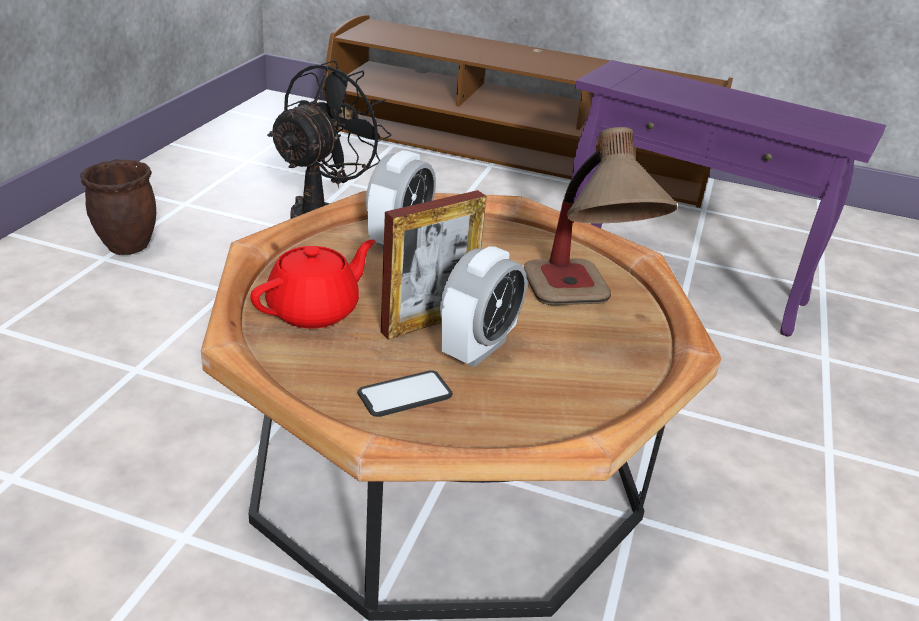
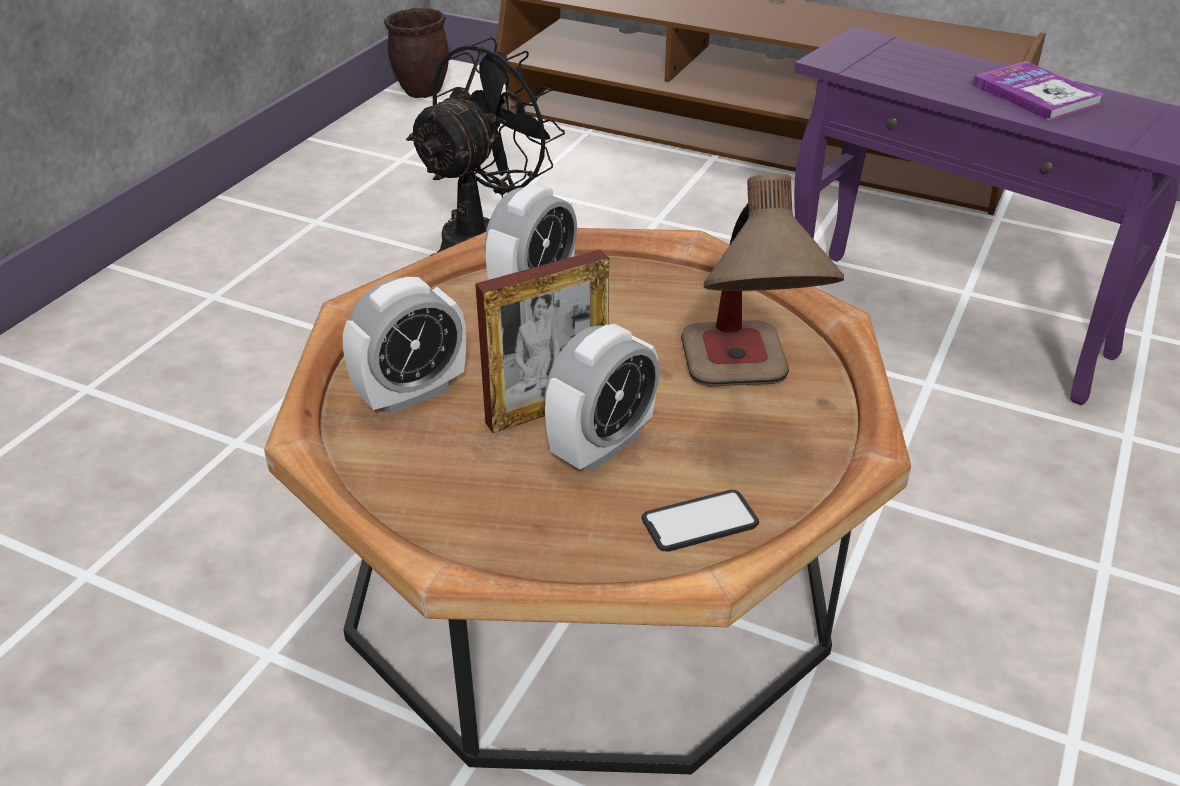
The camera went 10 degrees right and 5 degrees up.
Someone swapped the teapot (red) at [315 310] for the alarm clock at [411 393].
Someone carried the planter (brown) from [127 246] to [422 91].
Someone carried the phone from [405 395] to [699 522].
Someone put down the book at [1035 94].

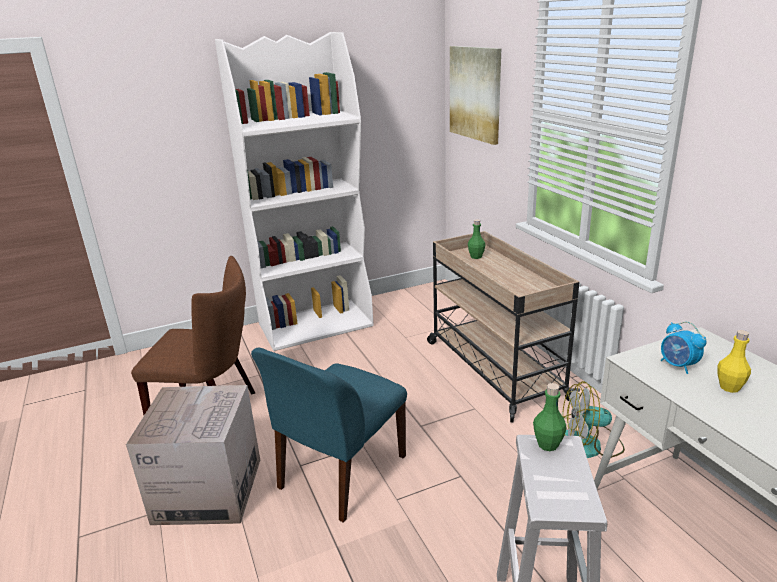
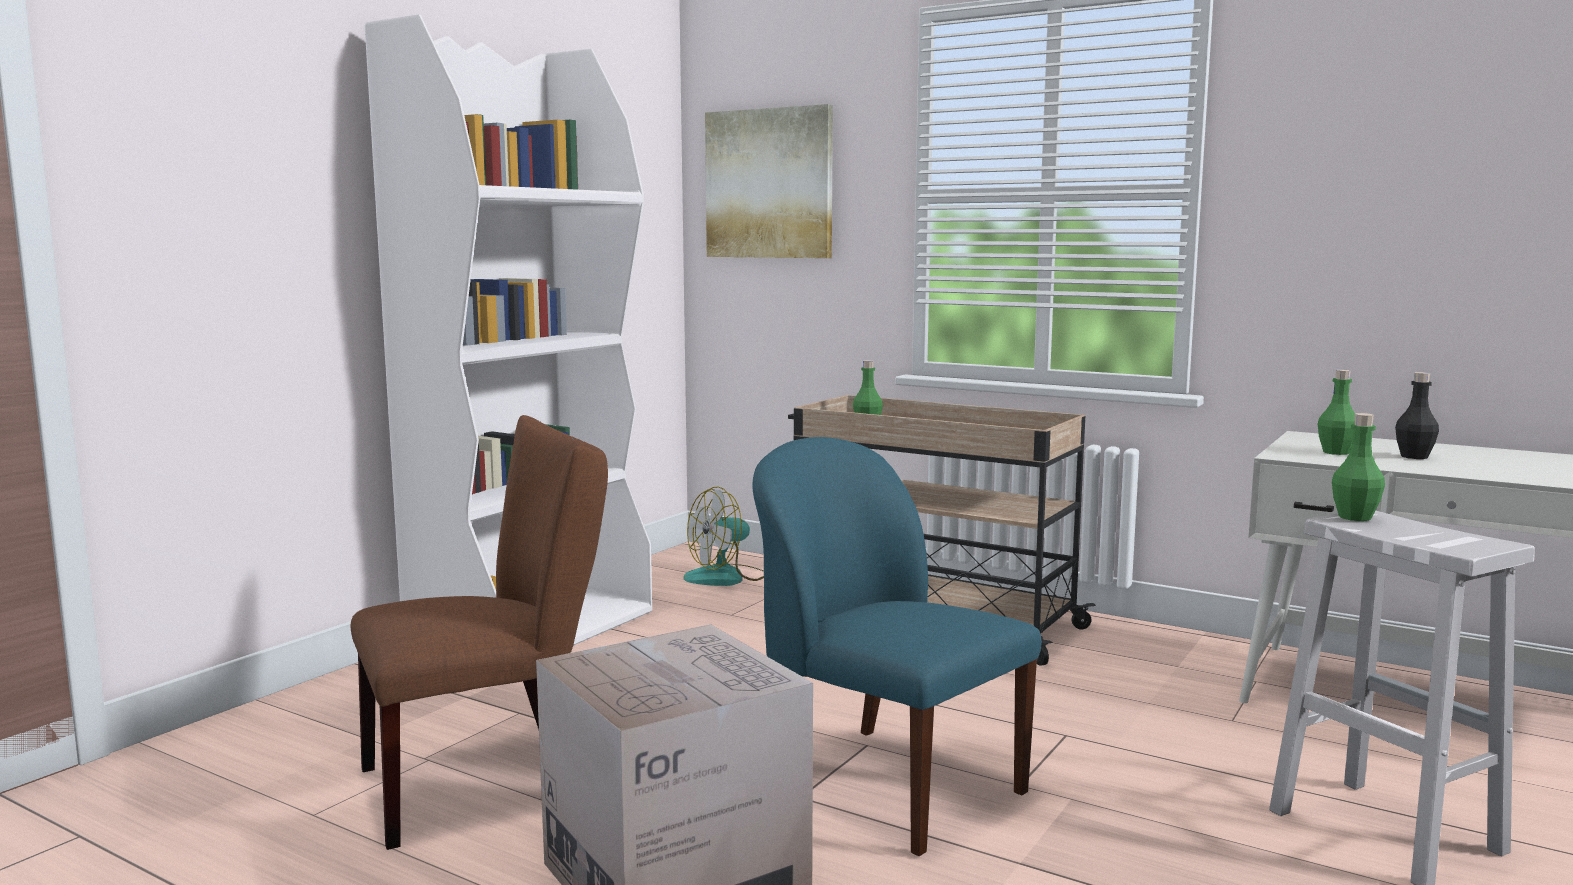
The camera went 35 degrees left and 15 degrees down.
Someone carried the fan from [589 444] to [727 577].
Someone rotated the chair (blue) at [340 473] by 135 degrees clockwise.
Someone swapped the alarm clock at [678 365] for the bottle (green) at [1336 452].
Someone repainted the bottle (yellow) at [729 387], which became the bottle (black) at [1414 457].

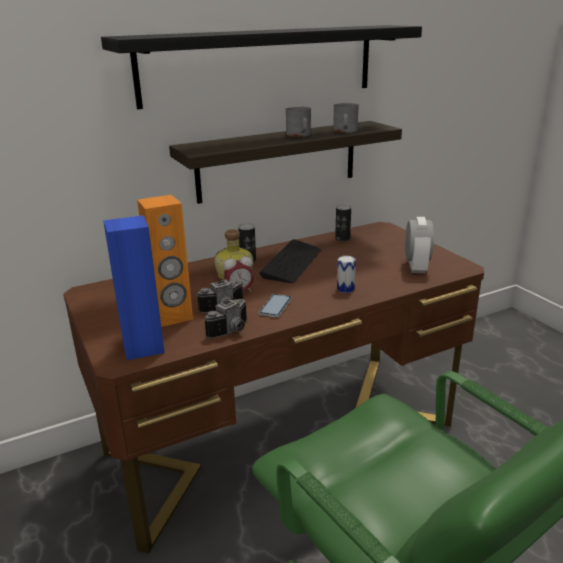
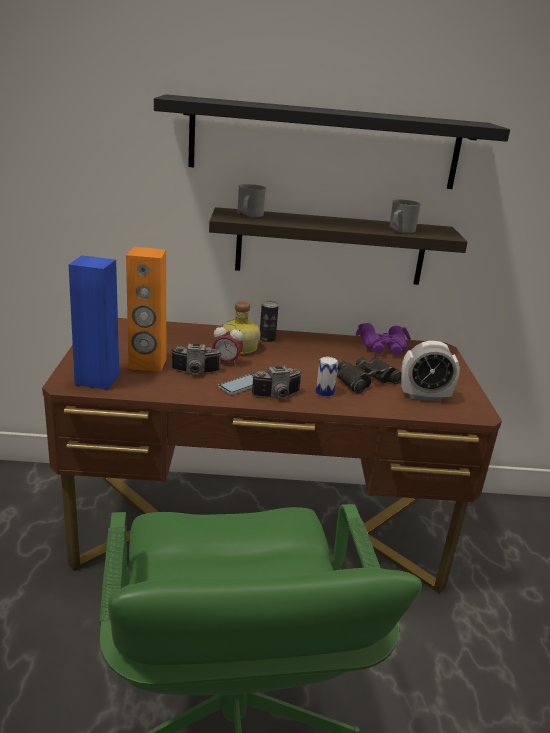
The camera went 25 degrees right and 0 degrees up.
Someone carried the mug (grey) from [299 135] to [249 215].
Someone carried the photo camera from [232 331] to [278 396].
Someone put down the binoculars (black) at [365 380].
Someone swapped the can at [342 238] for the binoculars (purple) at [383 347].
Someone rotated the alarm clock at [416 267] by 60 degrees clockwise.
Someone took away the keyboard at [292 263].

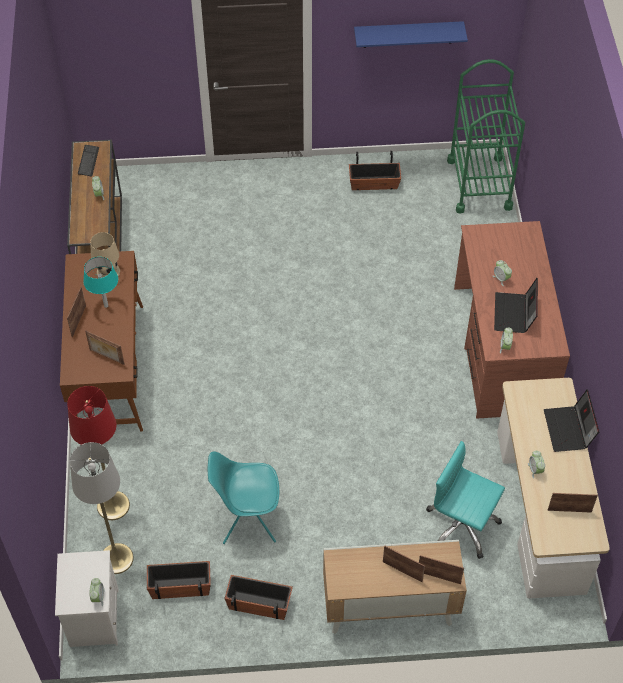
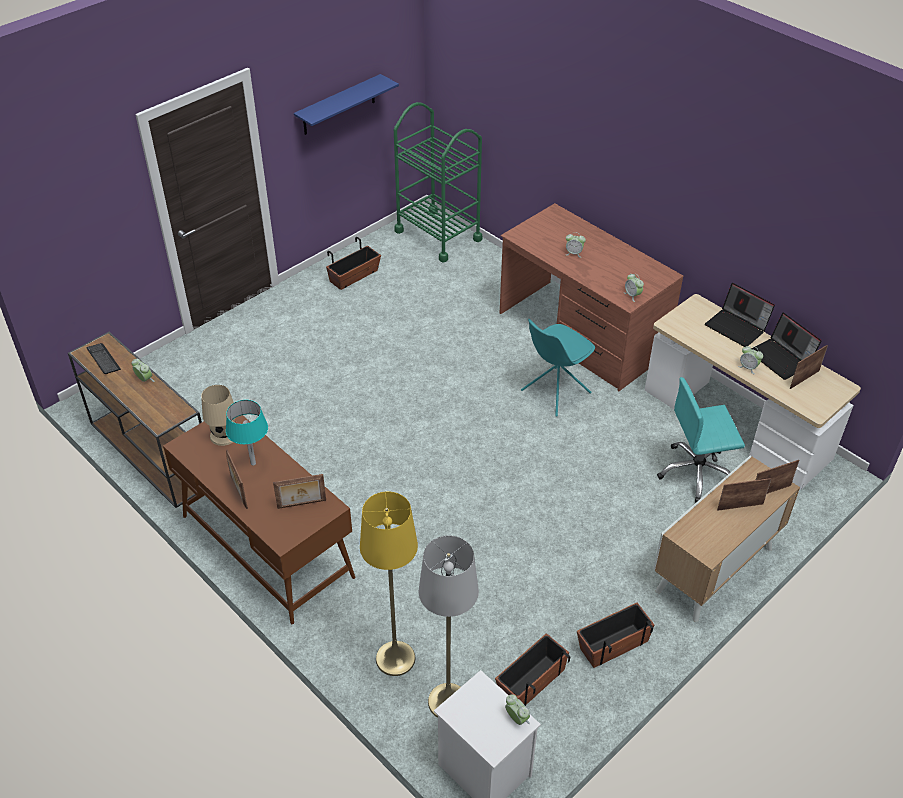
The camera went 40 degrees left and 10 degrees down.
Someone repainted the floor lamp (red) at [113 505], which became the floor lamp (yellow) at [395 658].
Someone carried the chair (turquoise) from [247 519] to [554 392].
Someone carried the laptop from [514 314] to [781 358].

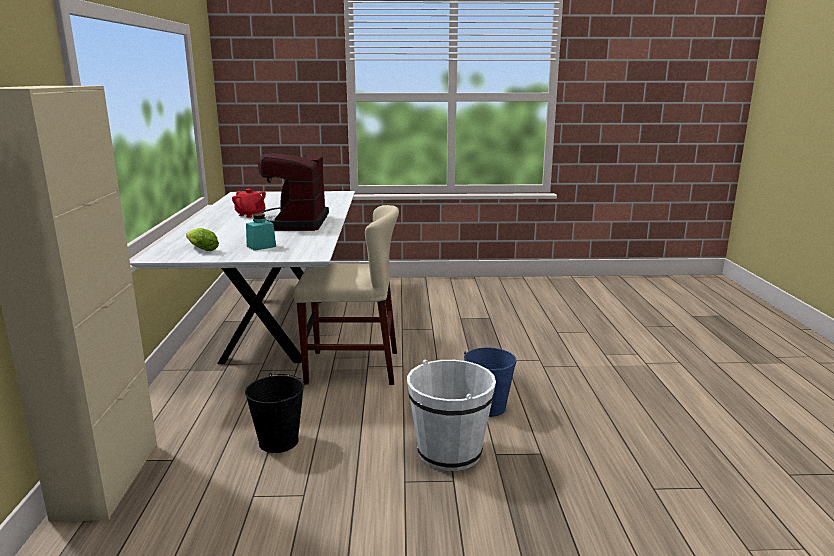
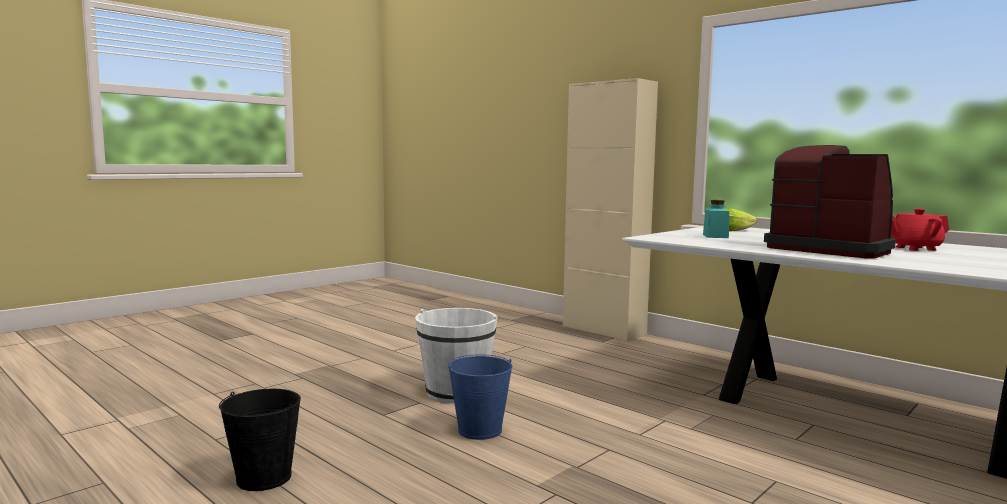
The camera went 135 degrees right and 10 degrees down.
Someone carried the bucket (black) from [278 442] to [264 477].
Someone took away the chair (beige) at [352 367].

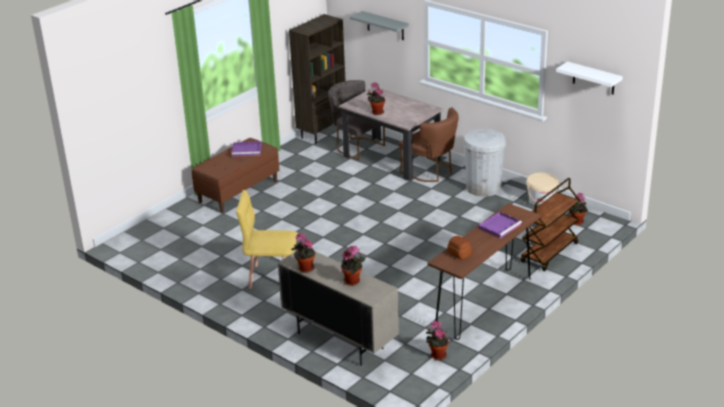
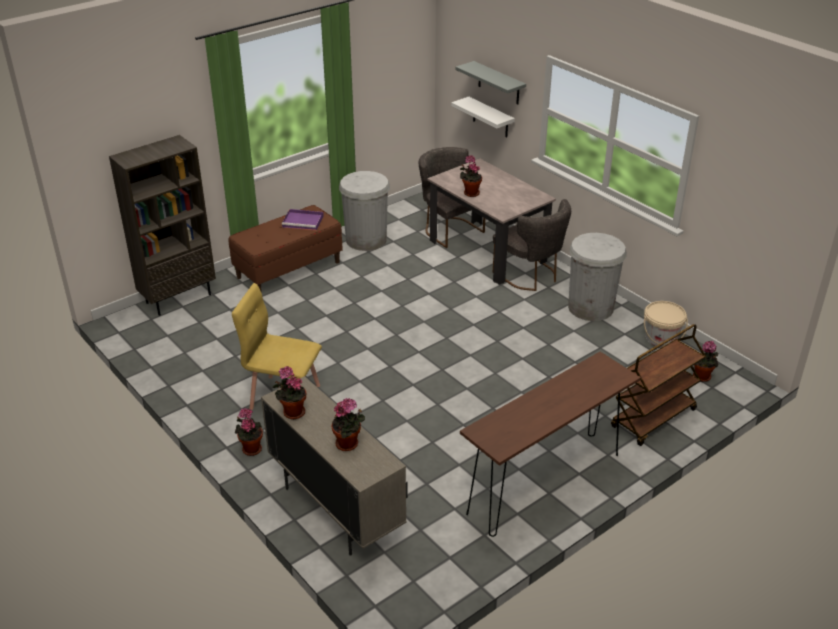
The camera went 10 degrees right and 5 degrees up.
Someone carried the bookcase (brown) from [322 133] to [178 298].
Someone carried the potted plant from [437 355] to [251 448].
Someone put down the trash can (white) at [366 240].
Someone carried the shelf (white) from [593 78] to [490 118].
Someone repainted the chair (brown) at [431 172], which became the chair (grey) at [530 276].
Someone took away the bread at [459 253].
Someone took away the tray (purple) at [500 226].

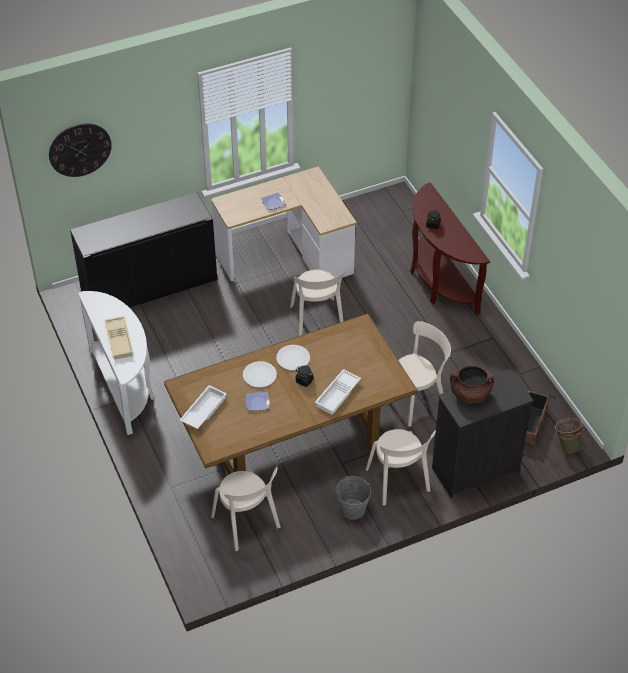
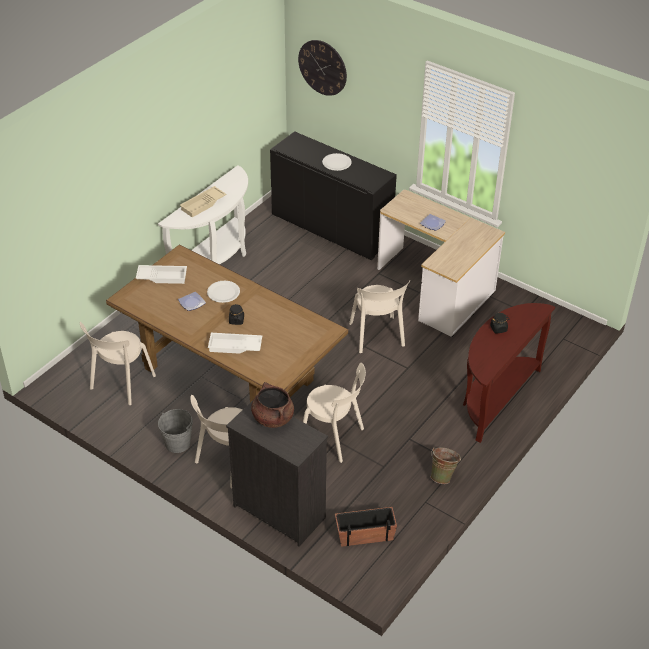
The camera went 60 degrees right and 5 degrees down.
Someone carried the plate (white) from [293 358] to [336 163].
Someone rotated the chair (beige) at [317 320] by 60 degrees counterclockwise.
Someone carried the bucket (green) from [566 444] to [443 476].

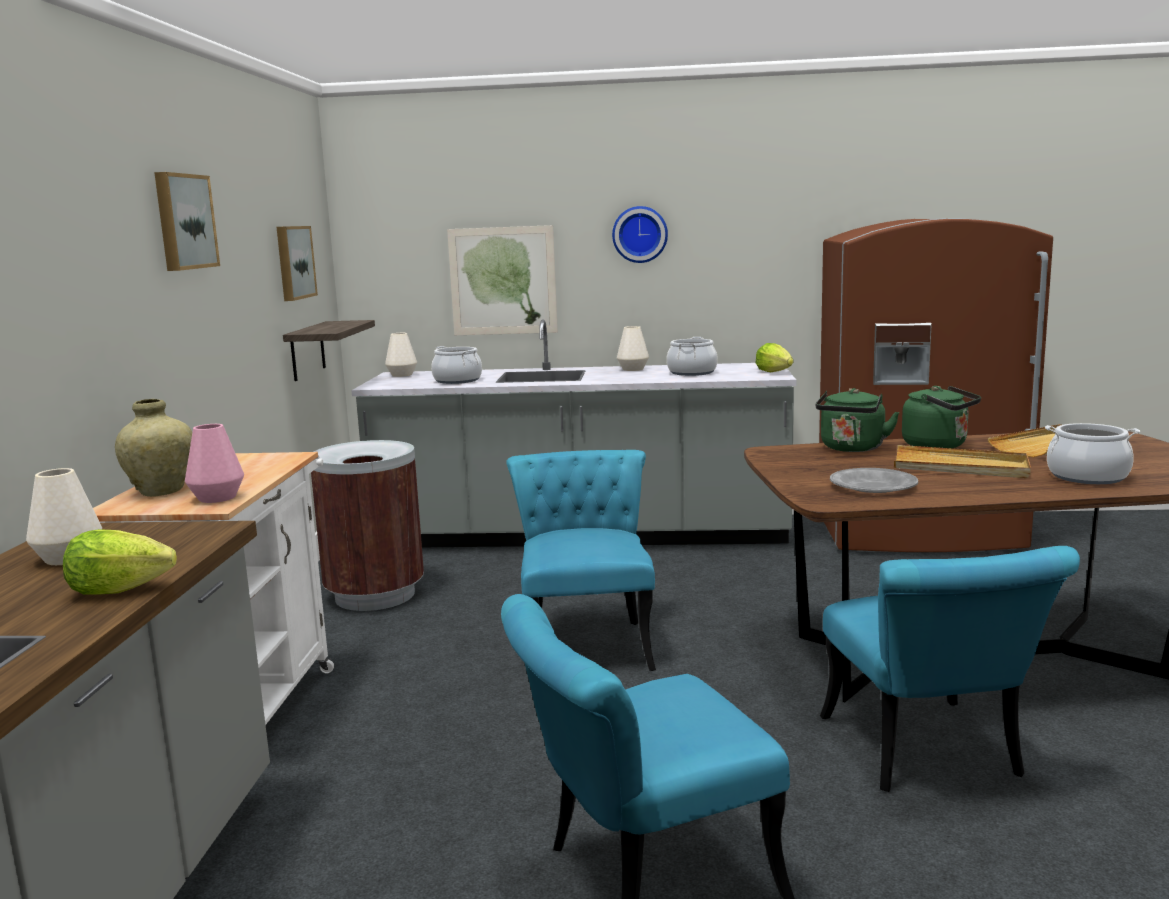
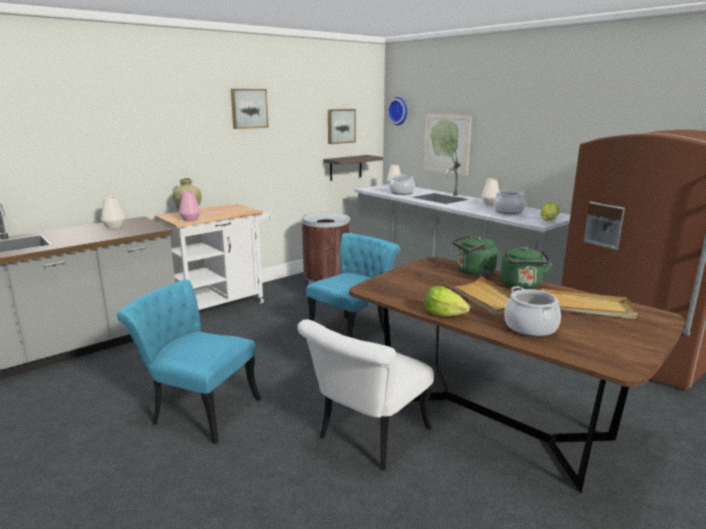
The camera went 45 degrees right and 5 degrees up.
Someone repainted the chair (turquoise) at [929 756], which became the chair (white) at [367 439].
Someone carried the wall clock from [640 234] to [399 111].
Someone carried the lettuce from [119 590] to [443 314].
Someone took away the plate (grey) at [873 486].

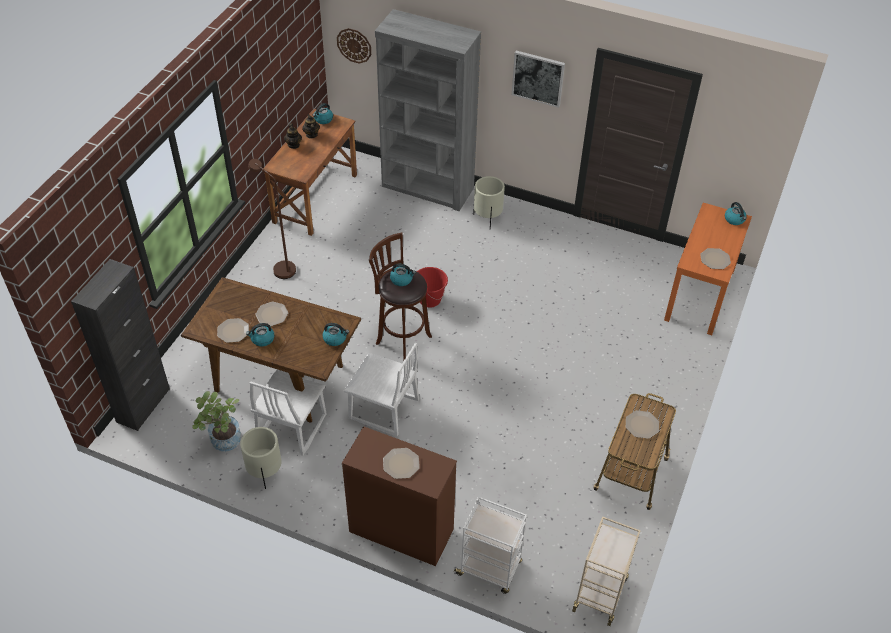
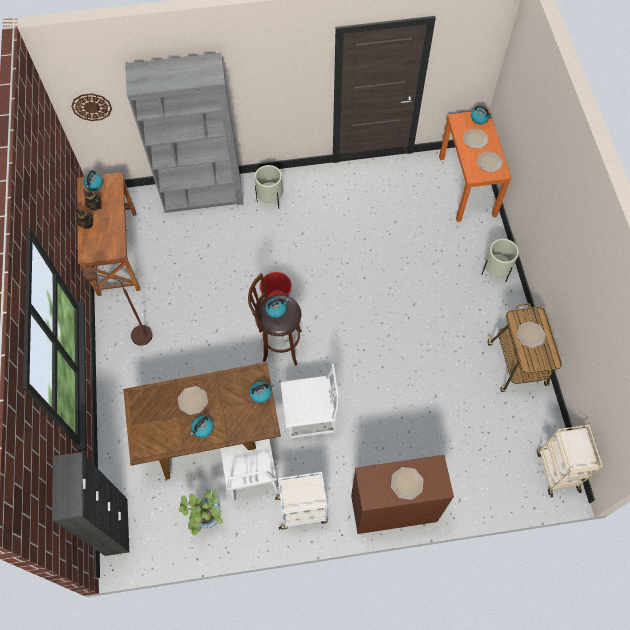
The camera went 30 degrees left and 15 degrees up.
Someone carried the cart (white) from [489 568] to [303 510].
Someone carried the plate from [233 331] to [475 139].
Someone carried the planter (beige) from [265 472] to [495 272].
Someone took away the picture at [538 78].

